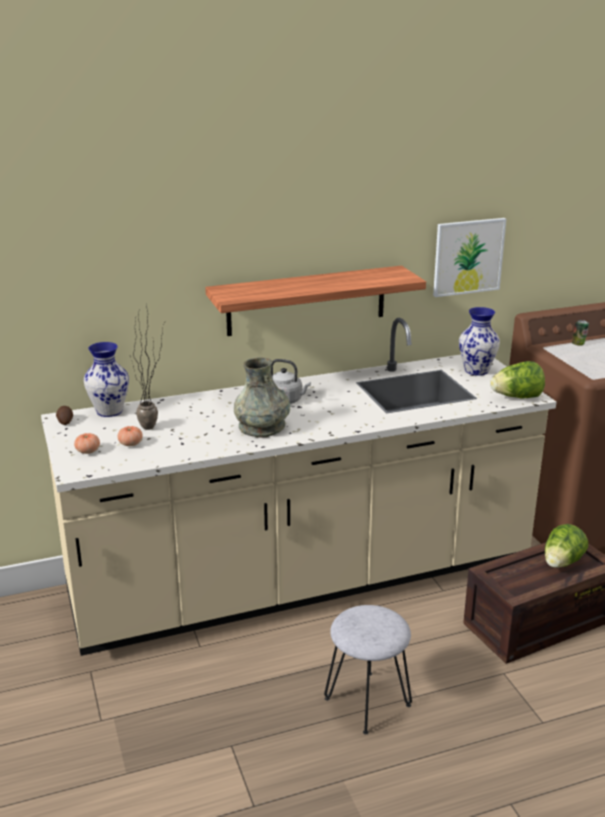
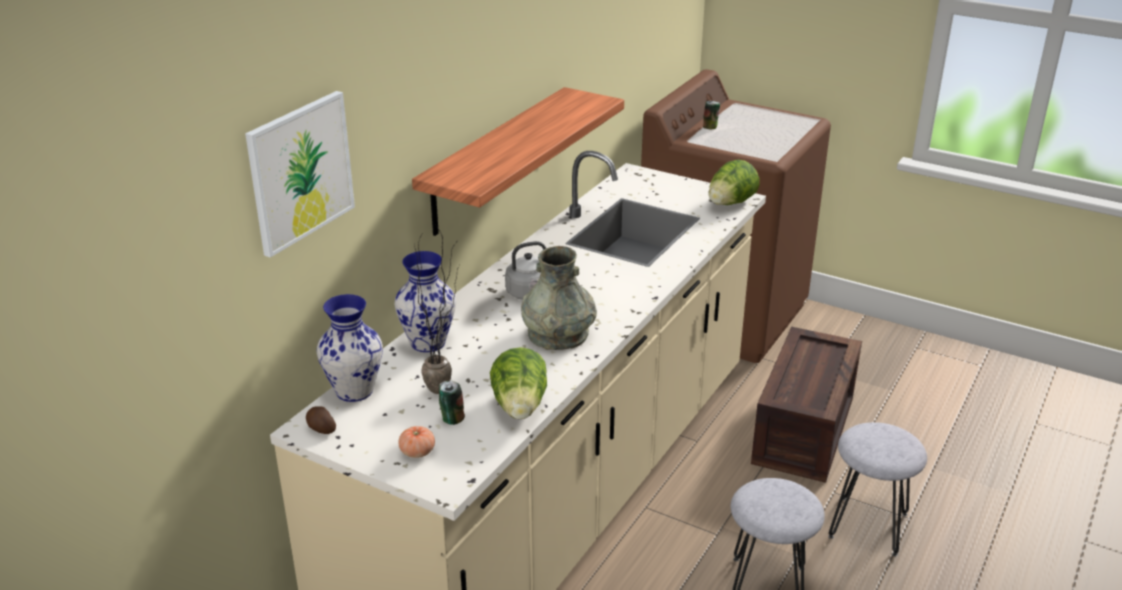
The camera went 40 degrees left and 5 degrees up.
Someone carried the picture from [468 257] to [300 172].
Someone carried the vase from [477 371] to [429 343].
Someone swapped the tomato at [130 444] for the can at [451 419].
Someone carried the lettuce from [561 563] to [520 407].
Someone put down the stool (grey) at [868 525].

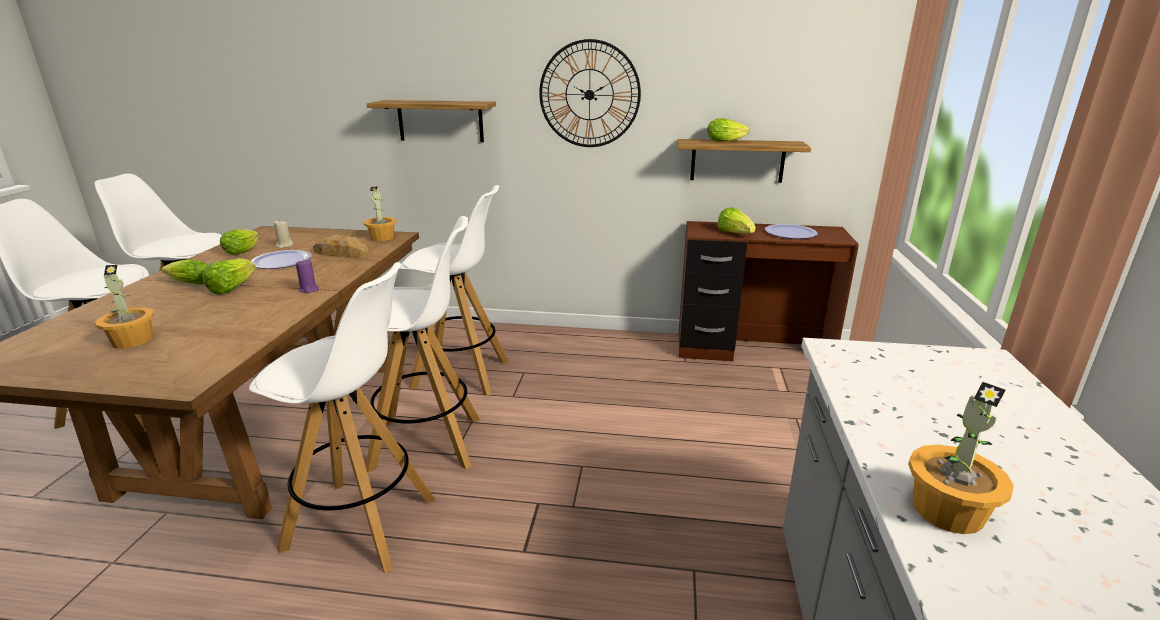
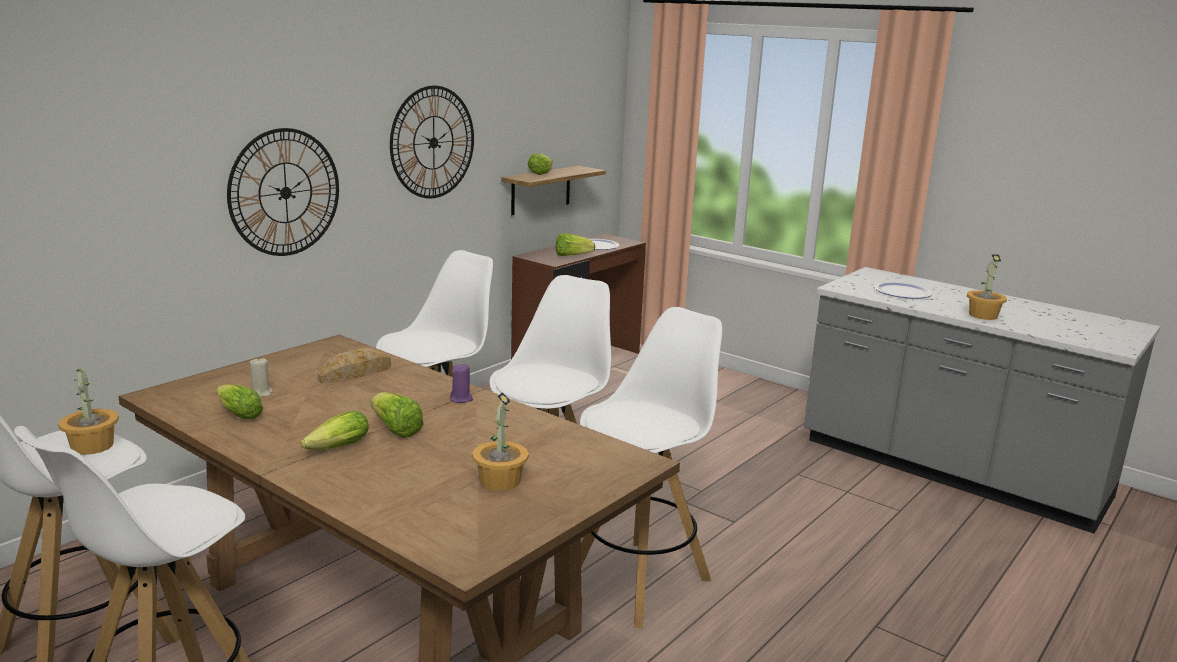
The camera went 60 degrees left and 5 degrees down.
Someone carried the potted plant from [382 238] to [93 446].
Someone swapped the shelf at [440 121] for the wall clock at [285 192].
Someone carried the plate from [281 261] to [902 292].

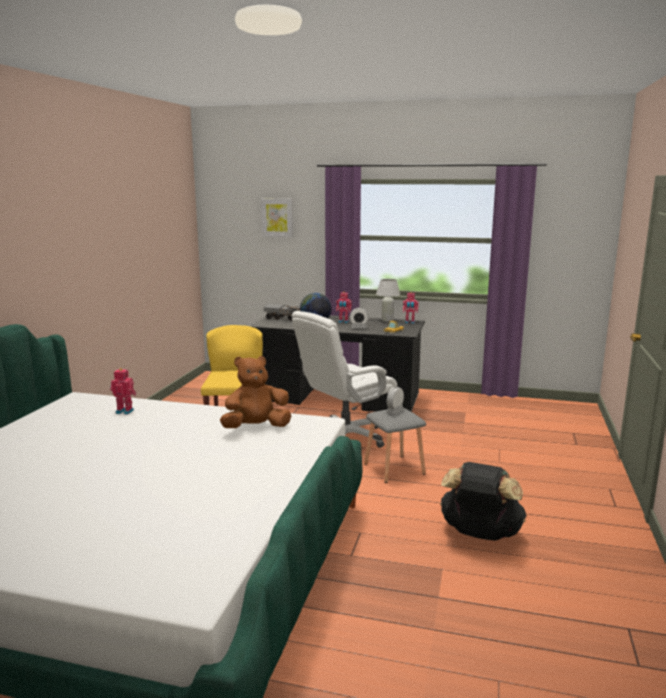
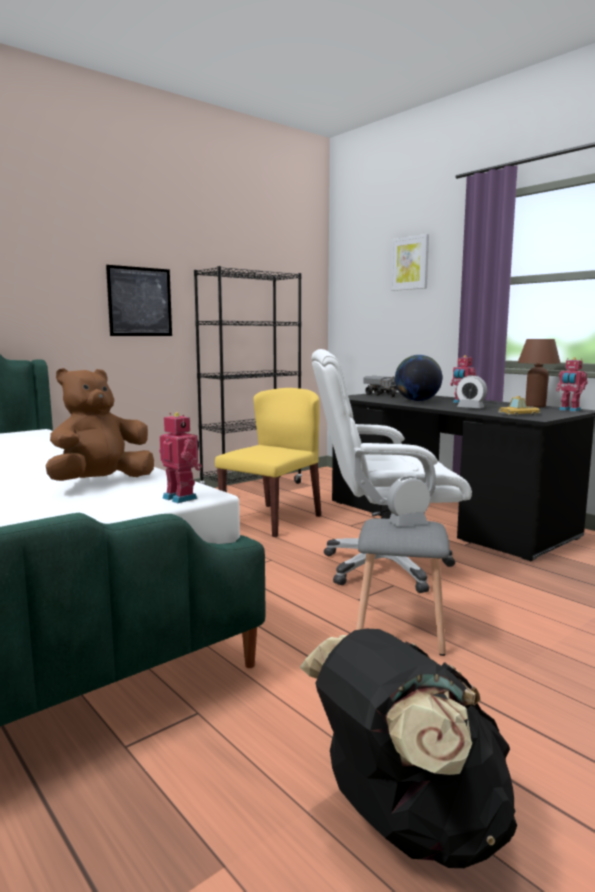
The camera went 35 degrees right and 5 degrees down.
Someone rotated the plush toy (brown) at [256 427] by 60 degrees counterclockwise.
Someone put up the picture at [140 302].
Someone carried the toy robot from [125 411] to [181 498].
Someone put down the bookcase (black) at [252 487].
Someone repainted the table lamp (white) at [387 320], which became the table lamp (brown) at [535 406].

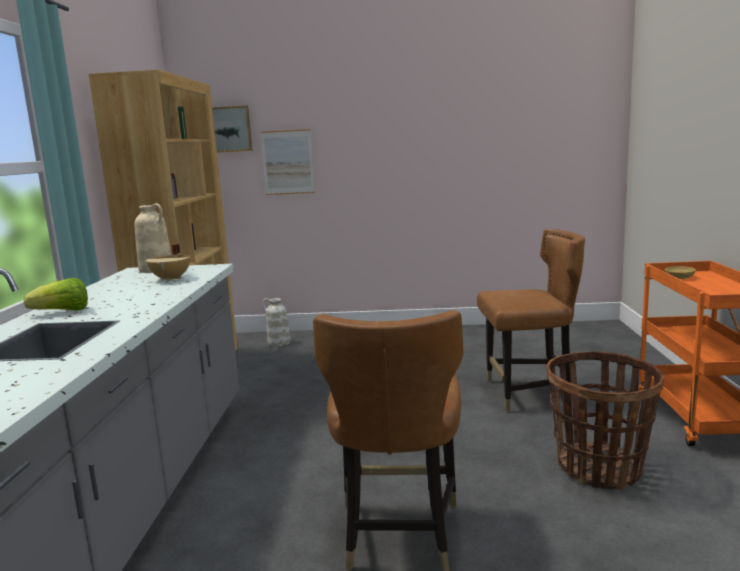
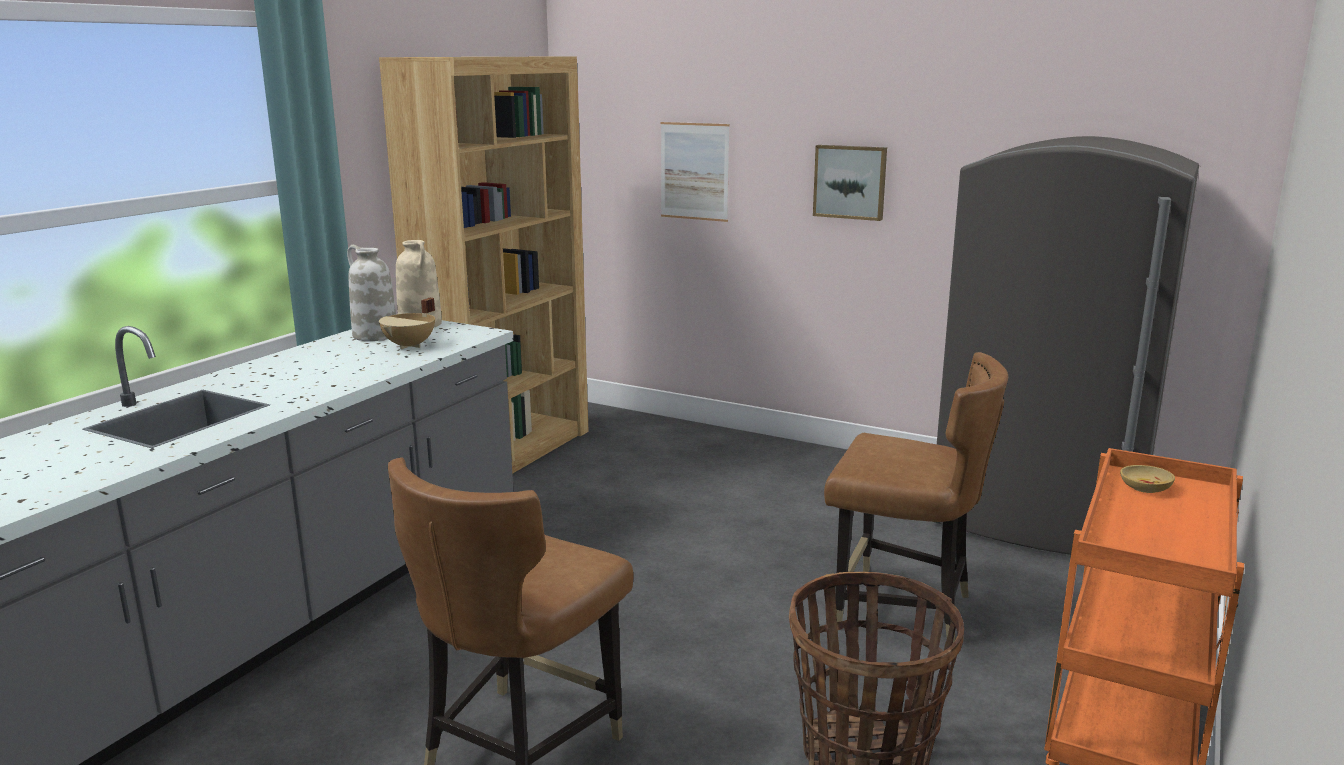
The camera went 25 degrees right and 5 degrees up.
Someone carried the vase (white) from [278 343] to [374 335].
Someone carried the picture from [228 129] to [850 182].
Someone put down the fridge (grey) at [1039 518].
Someone took away the lettuce at [63 312].

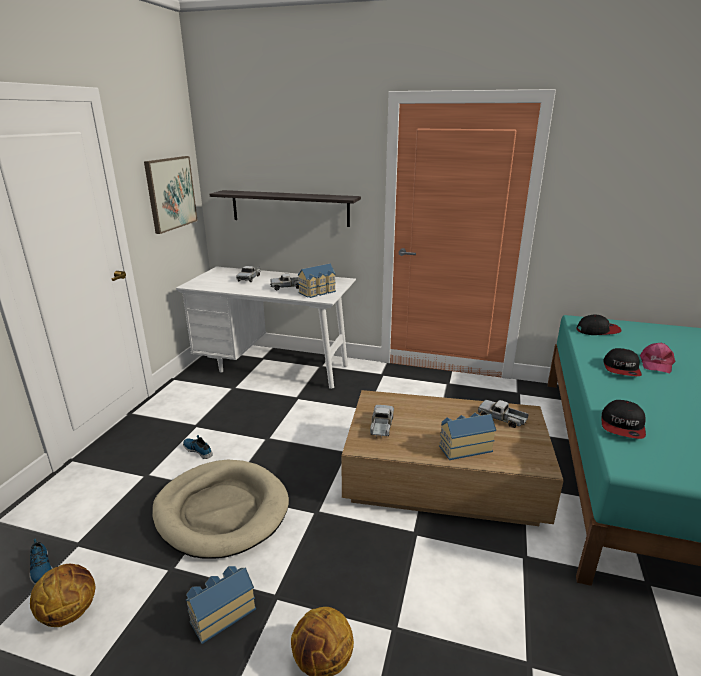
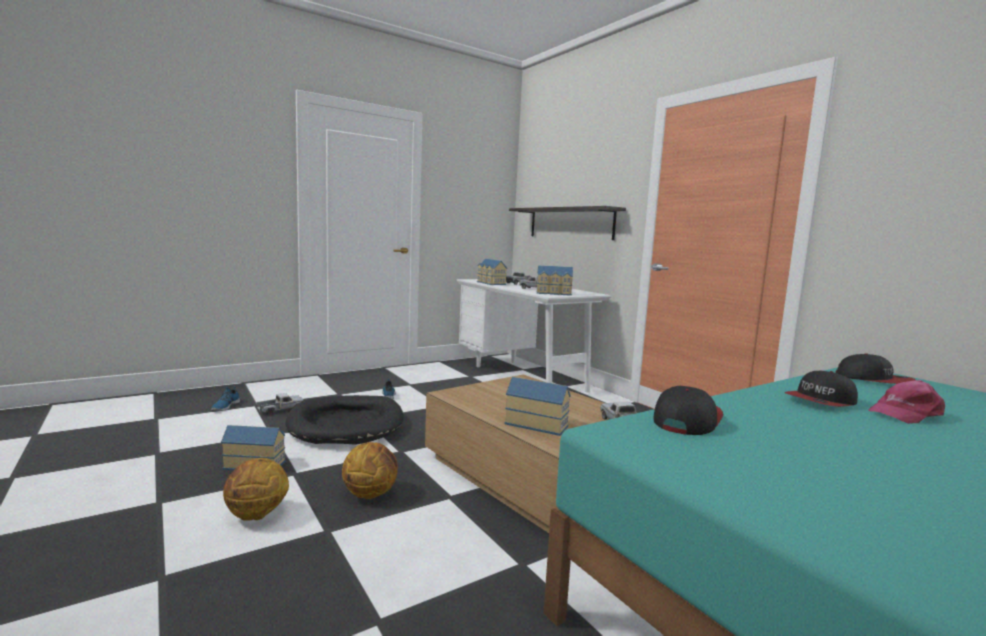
The camera went 40 degrees right and 15 degrees down.
Someone carried the toy truck from [381 426] to [280 410].
Someone repainted the dog bed (beige) at [222 511], which became the dog bed (black) at [346 424].
Someone carried the basketball from [70 611] to [370 493].
Someone put down the toy house at [490 283].
Someone rotated the cap at [622 426] by 150 degrees clockwise.
Someone took away the picture at [170 193].

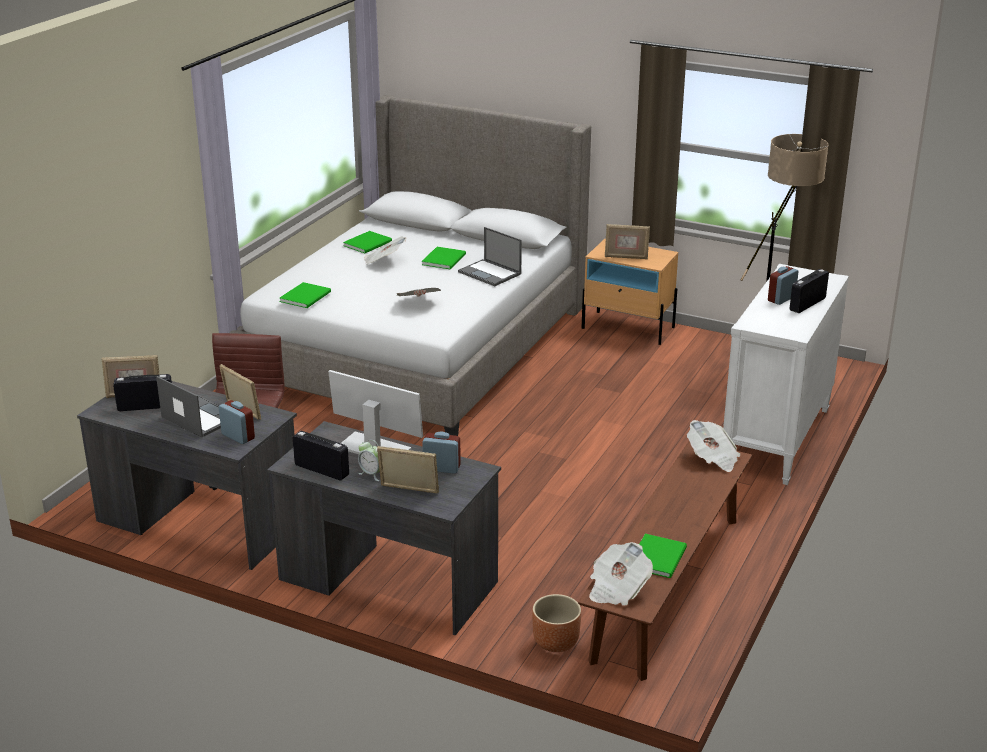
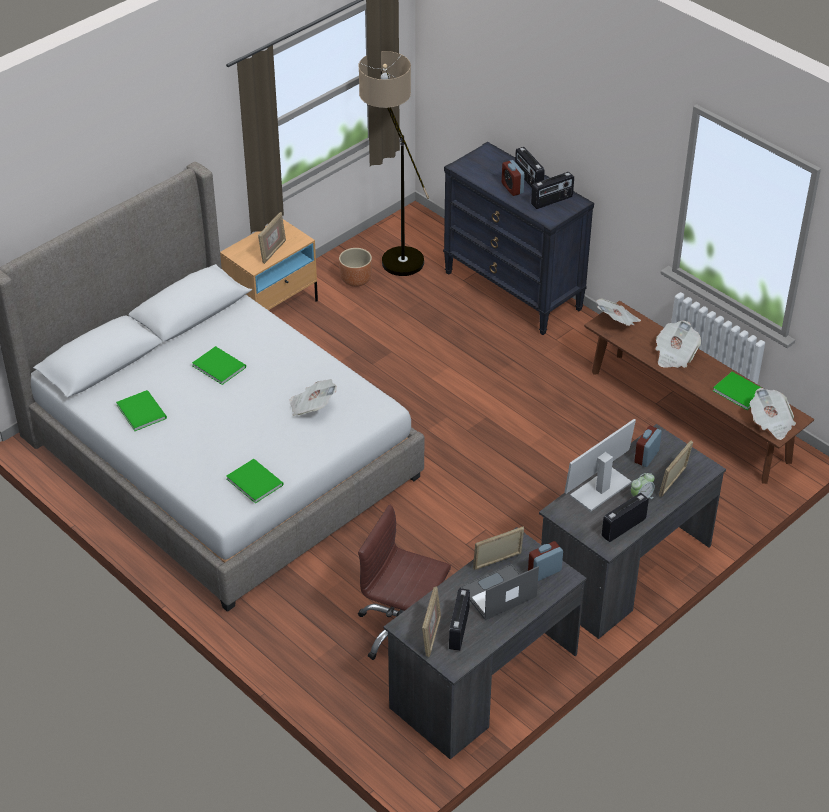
The camera went 70 degrees left and 15 degrees up.
Someone carried the planter (brown) from [556 643] to [356 280].
Someone repainted the dresser (white) at [776 439], which became the dresser (black) at [513 291].
Someone put down the radio at [552 201].
Someone carried the newspaper from [384 261] to [674 355].
Someone took away the laptop at [490 273].

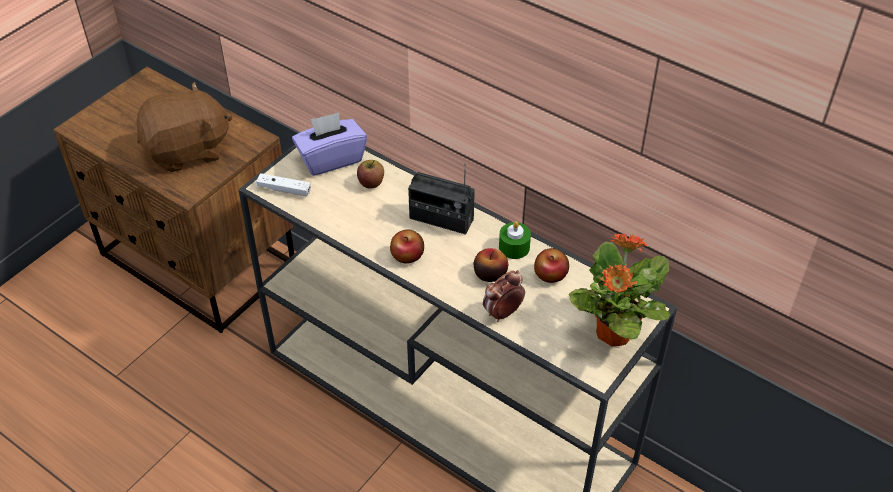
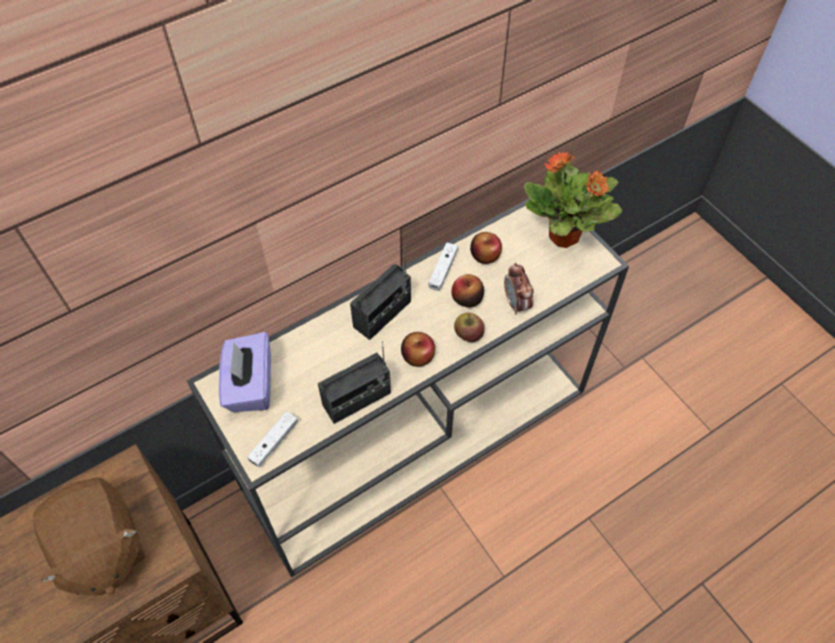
The camera went 70 degrees left and 10 degrees up.
Someone rotated the plush toy (brown) at [187 150] by 150 degrees clockwise.
Someone put down the radio at [357 399].
Someone swapped the candle (green) at [514 247] for the game controller (white) at [443 270].
Someone carried the apple from [371 182] to [468 334].

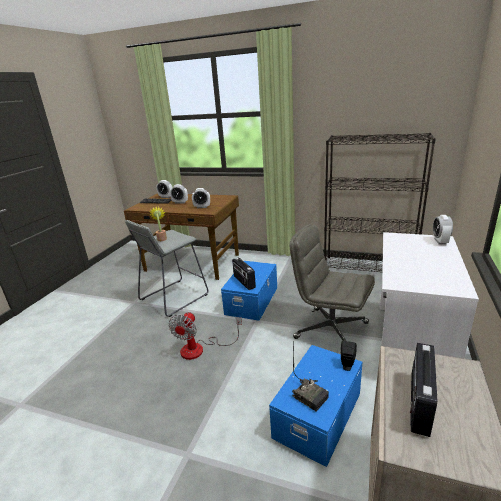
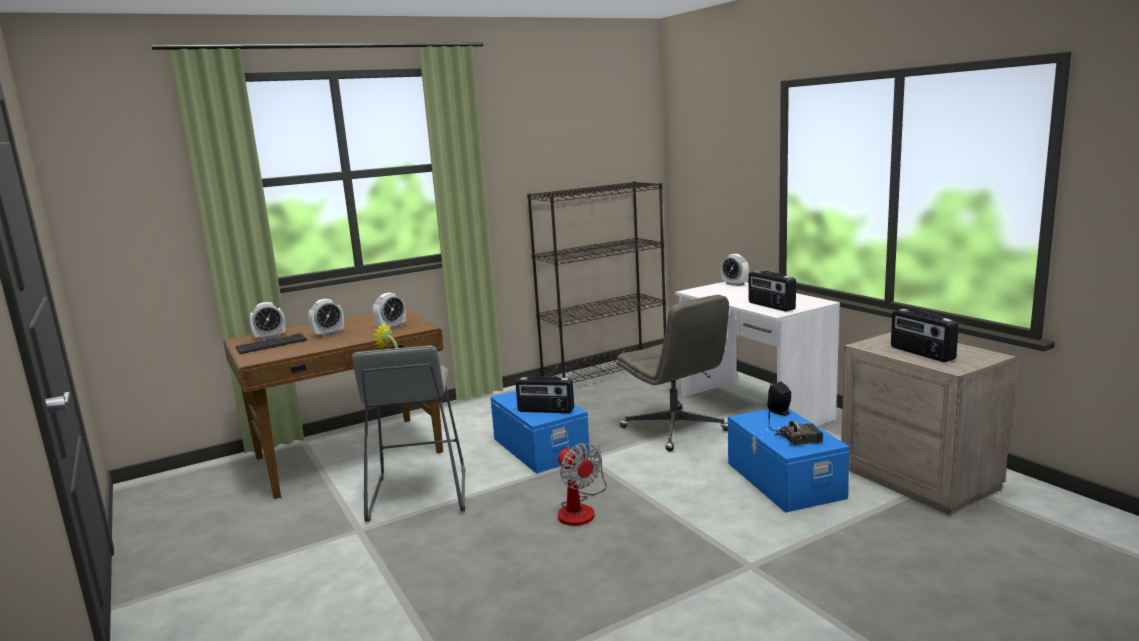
The camera went 50 degrees left and 10 degrees down.
Someone rotated the office chair (grey) at [330 330] by 105 degrees counterclockwise.
Someone put down the radio at [771 306].

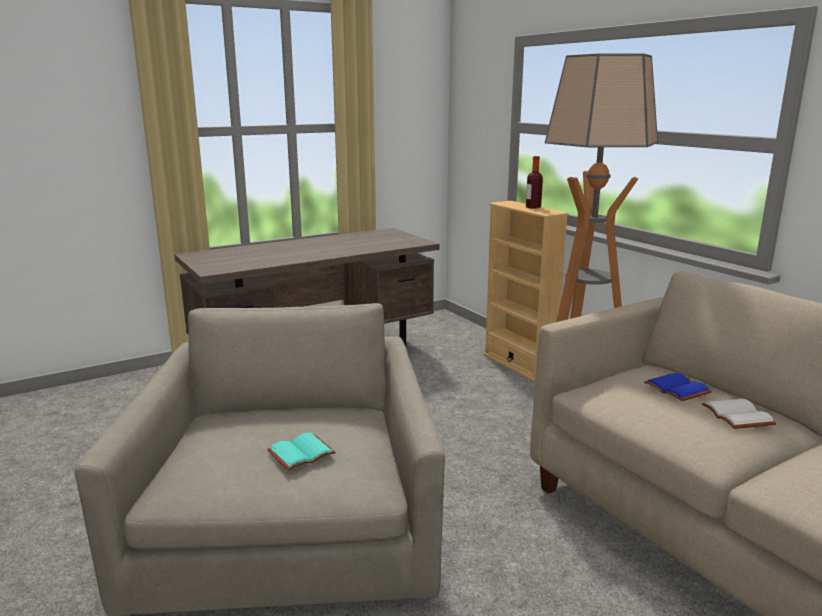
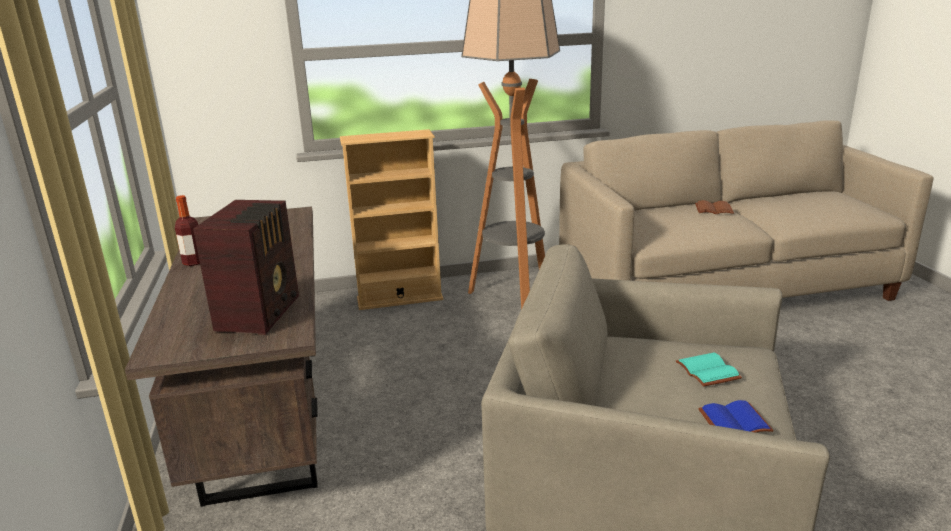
The camera went 70 degrees left and 5 degrees up.
Someone carried the bottle from [533 207] to [193 262].
Someone put down the radio at [261 313].
Someone repainted the book (white) at [735 415], which became the book (brown) at [713 210].
Someone carried the book (blue) from [678 389] to [734 420].

